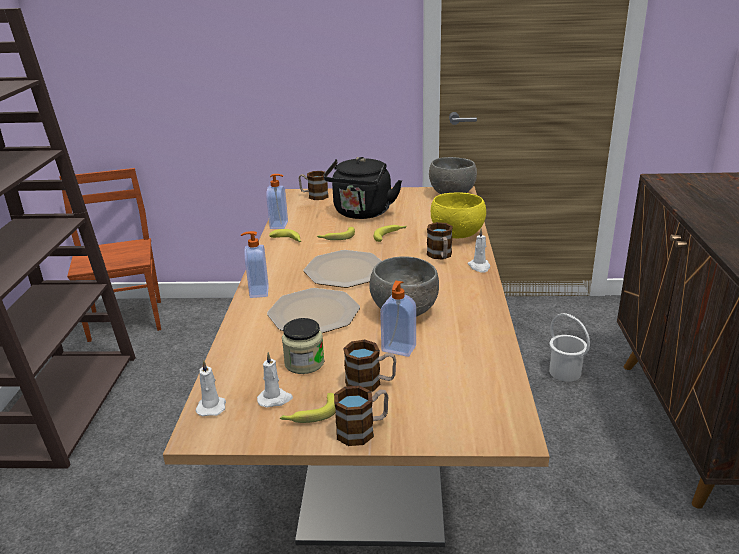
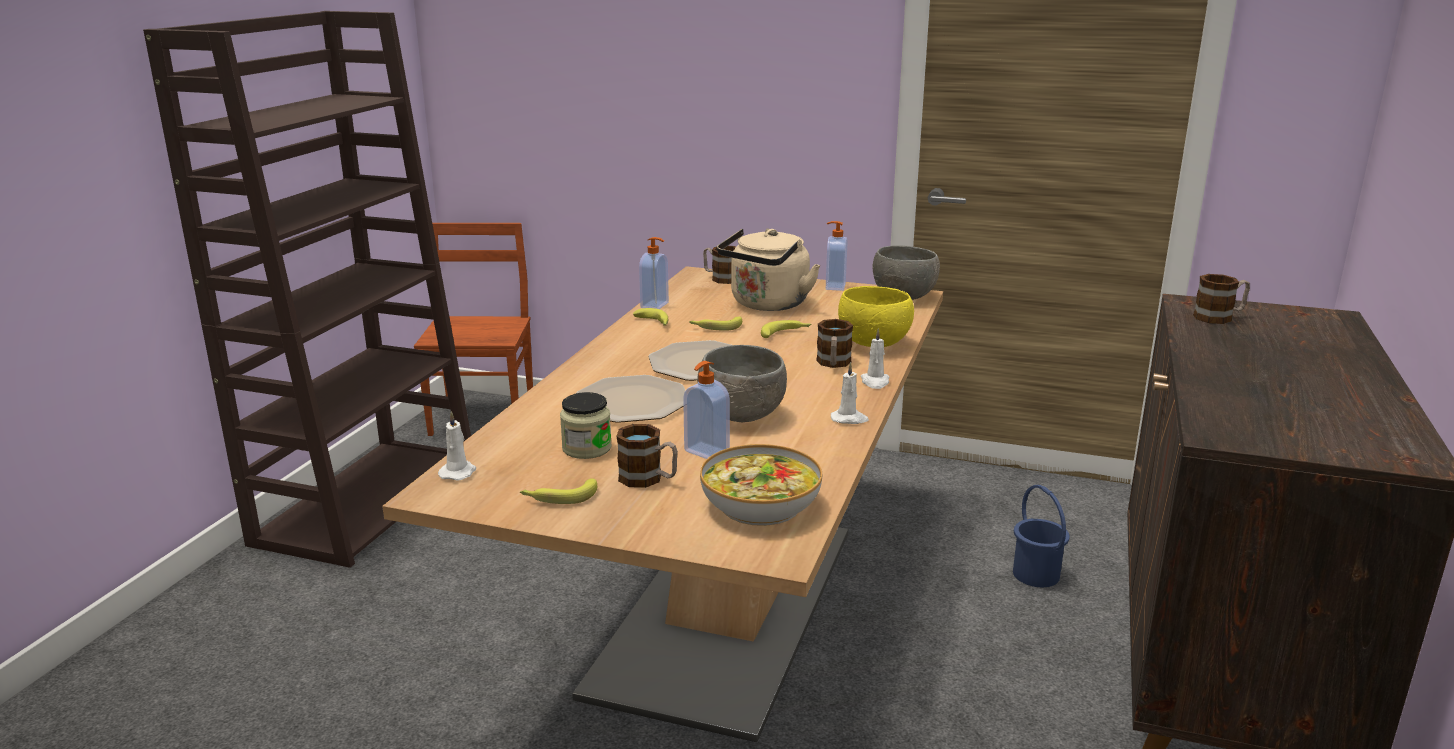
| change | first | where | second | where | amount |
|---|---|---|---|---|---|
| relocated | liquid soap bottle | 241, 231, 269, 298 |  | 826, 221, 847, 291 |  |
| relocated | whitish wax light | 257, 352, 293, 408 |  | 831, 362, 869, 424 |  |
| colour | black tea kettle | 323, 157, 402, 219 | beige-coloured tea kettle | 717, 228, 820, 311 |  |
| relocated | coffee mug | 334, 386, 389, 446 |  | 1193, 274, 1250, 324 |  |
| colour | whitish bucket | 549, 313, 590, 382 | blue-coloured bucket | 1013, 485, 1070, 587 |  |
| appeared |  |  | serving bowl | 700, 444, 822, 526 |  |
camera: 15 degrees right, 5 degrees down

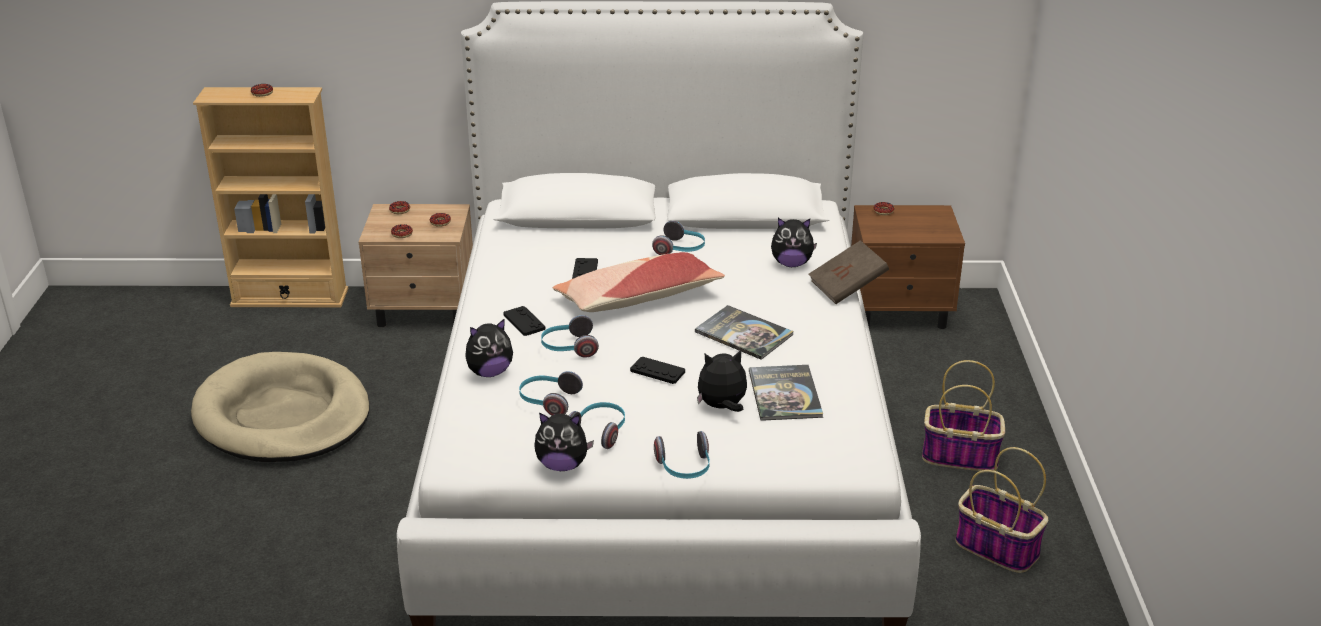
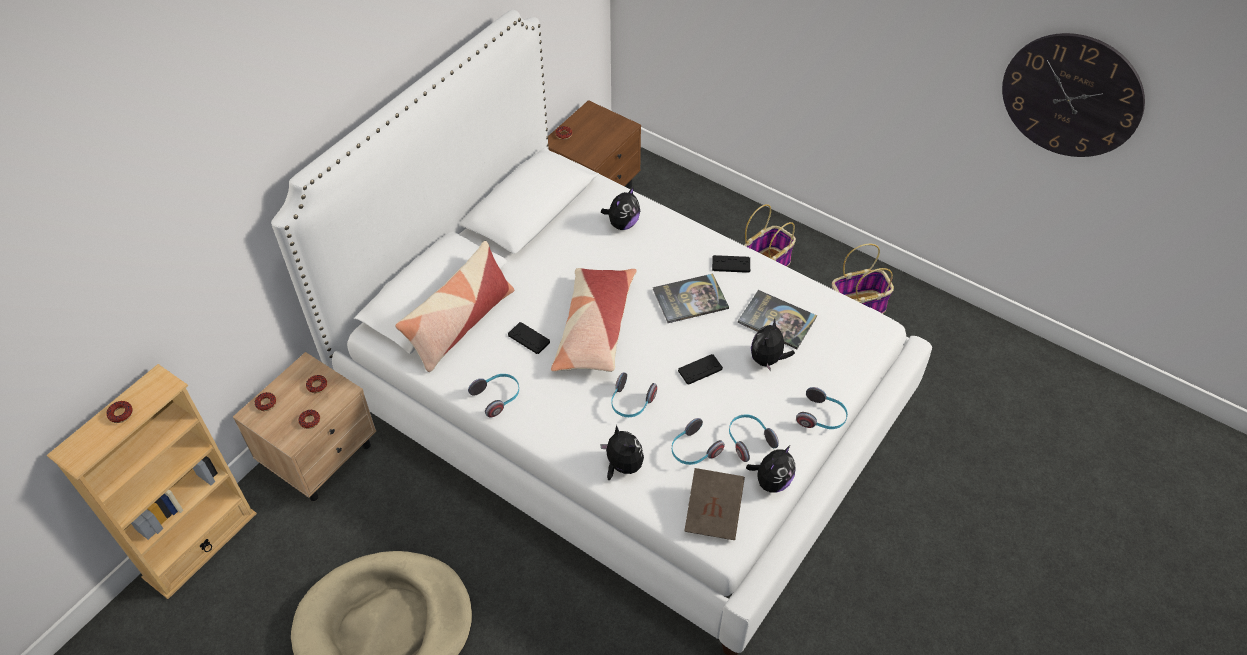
| change | first | where | second | where | amount |
|---|---|---|---|---|---|
| spun | plush toy | 465, 318, 513, 377 |  | 600, 425, 644, 480 | 45 degrees counterclockwise |
| relocated | black joypad | 503, 306, 545, 336 |  | 712, 255, 750, 273 |  |
| relocated | headphones | 652, 221, 705, 255 |  | 468, 374, 519, 417 |  |
| relocated | brown-coloured book | 809, 241, 889, 304 |  | 684, 468, 745, 540 |  |
| appeared |  |  | pillow | 395, 240, 514, 372 |  |
| appeared |  |  | wall clock | 1002, 33, 1145, 157 |  |
camera: 55 degrees left, 20 degrees up

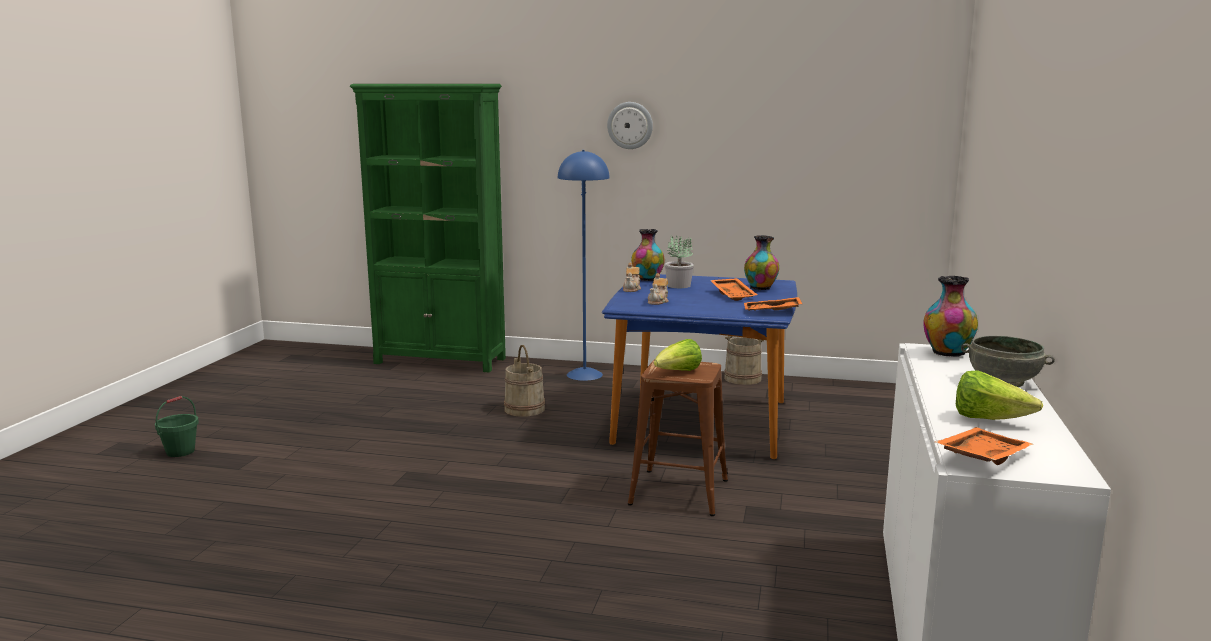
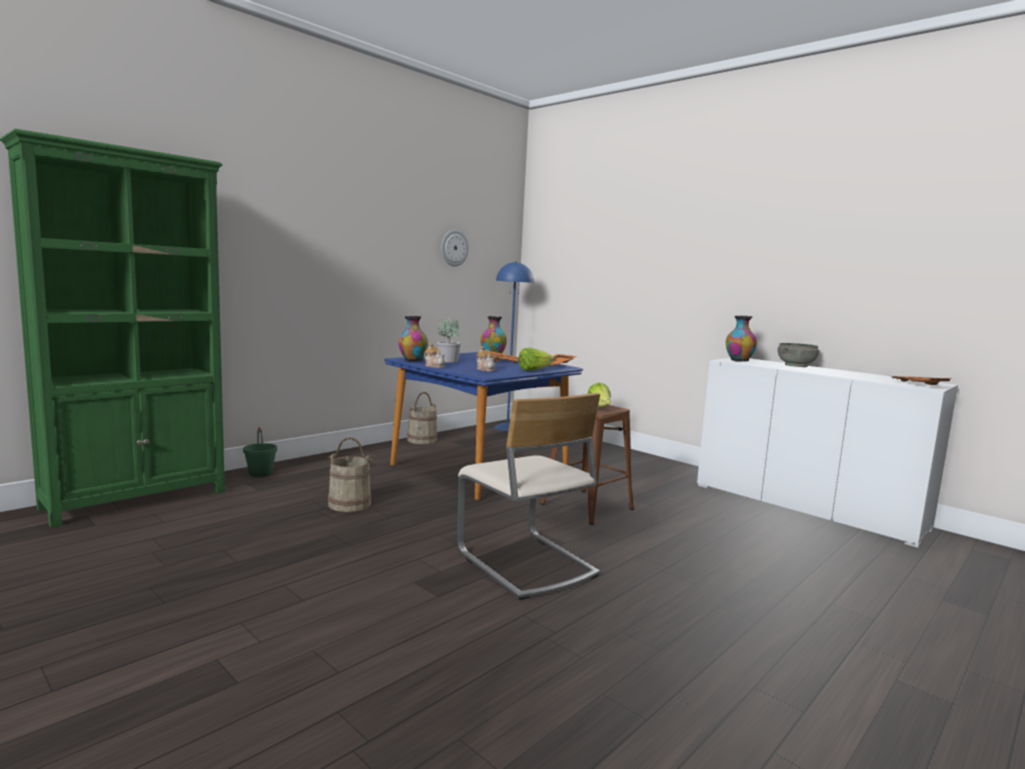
| change | first | where | second | where | amount |
|---|---|---|---|---|---|
| relocated | green-coloured bucket | 155, 396, 199, 457 |  | 243, 427, 277, 477 |  |
| relocated | blue-coloured floor lamp | 558, 150, 610, 381 |  | 494, 261, 534, 431 |  |
| relocated | wall clock | 607, 102, 653, 149 |  | 441, 230, 469, 267 |  |
| relocated | lettuce | 956, 370, 1043, 420 |  | 519, 348, 555, 371 |  |
| appeared |  |  | beige-coloured chair | 457, 393, 600, 600 |  |
camera: 60 degrees left, 5 degrees down

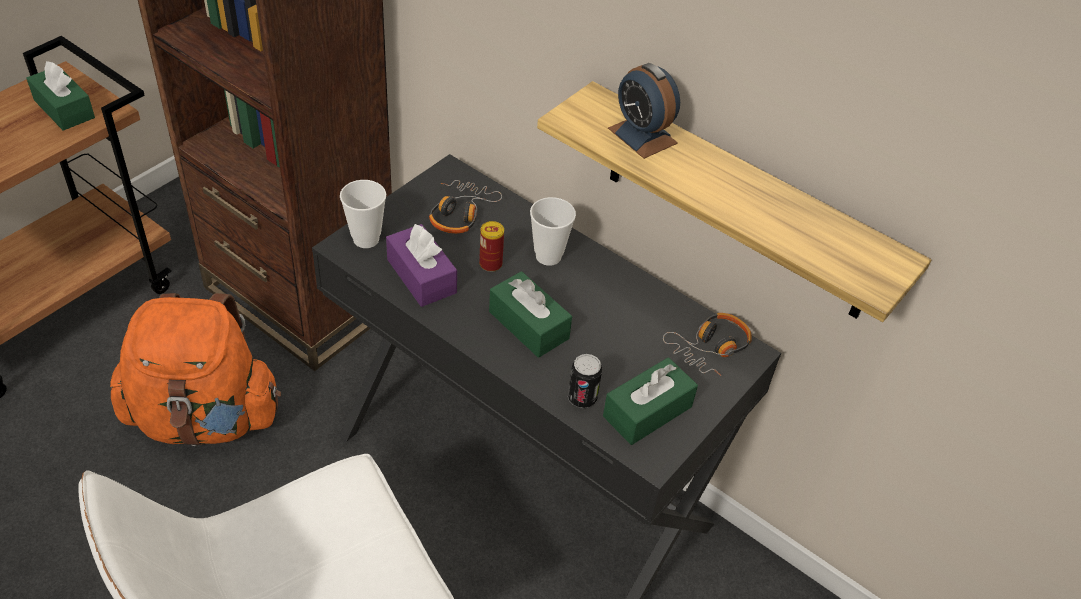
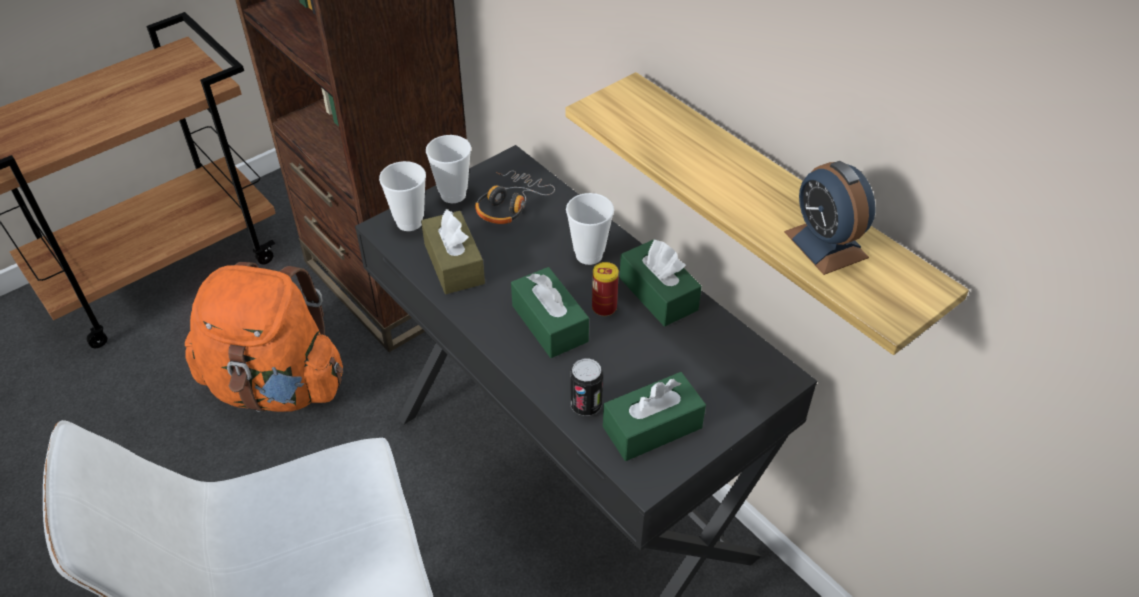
| change | first | where | second | where | amount |
|---|---|---|---|---|---|
| relocated | green-coloured box of tissues | 26, 61, 95, 131 |  | 620, 239, 702, 327 |  |
| colour | purple box of tissues | 386, 224, 457, 307 | brown-coloured box of tissues | 421, 209, 485, 294 |  |
| relocated | sealed can | 479, 221, 504, 272 |  | 592, 262, 619, 316 |  |
| relocated | bedside clock | 608, 63, 680, 159 |  | 784, 161, 876, 275 |  |
| missing | headphones | 663, 313, 752, 376 |  |  |  |
| appeared |  |  | small cup | 426, 135, 471, 203 |  |
camera: 15 degrees right, 0 degrees up

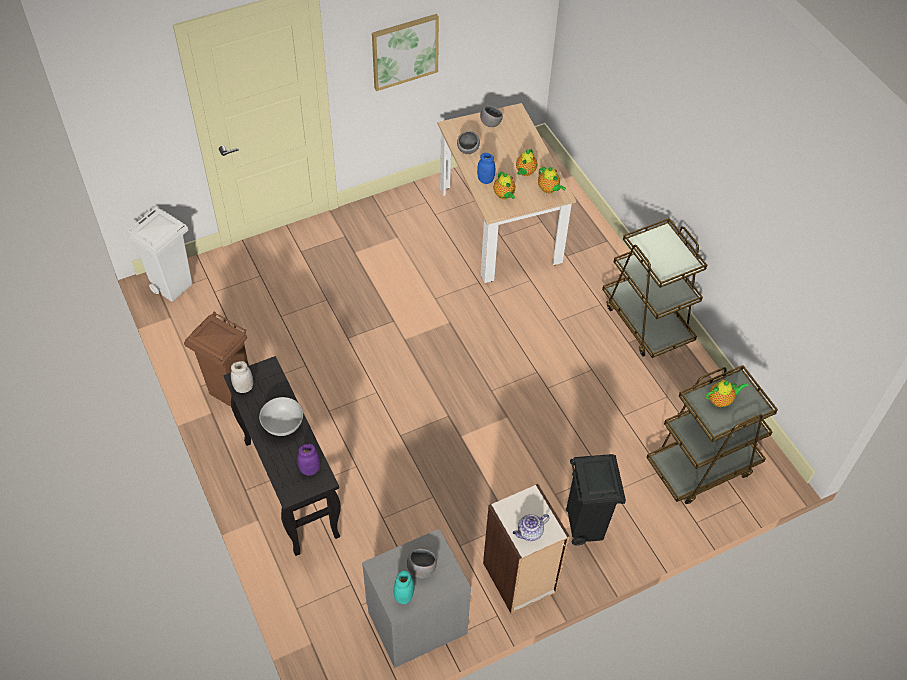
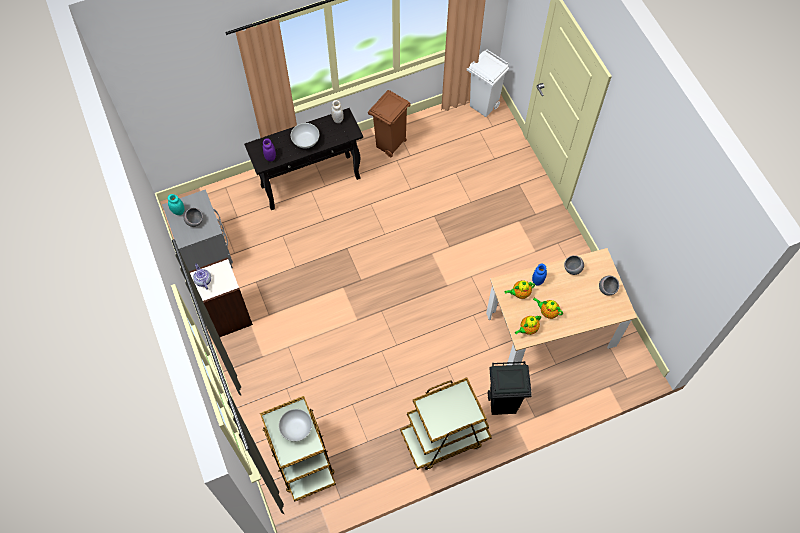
| change | first | where | second | where | amount |
|---|---|---|---|---|---|
| missing | wall art | 372, 14, 439, 91 |  |  |  |
| relocated | black rubbish bin | 566, 454, 626, 546 |  | 488, 361, 532, 415 |  |
| exchanged | pot for tea | 706, 379, 748, 407 | whitish serving bowl | 279, 409, 312, 442 |  |
camera: 95 degrees right, 10 degrees up

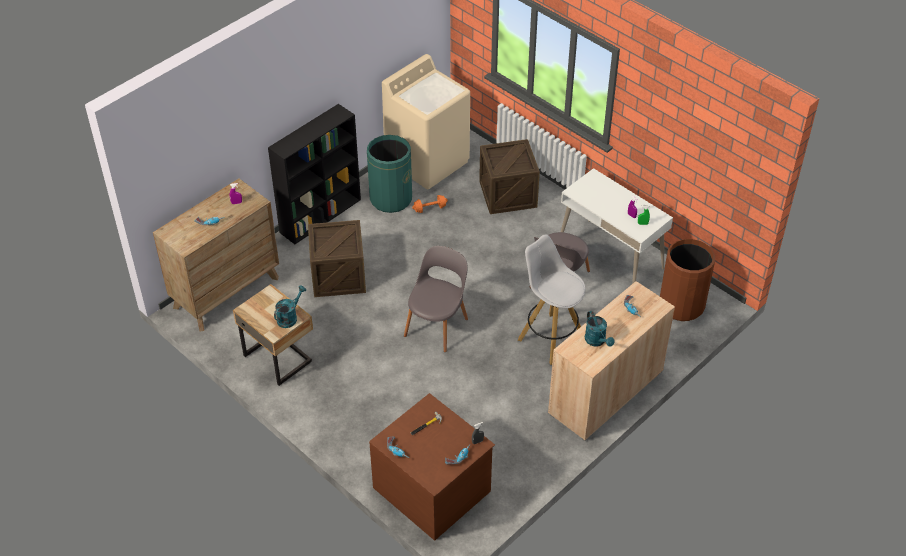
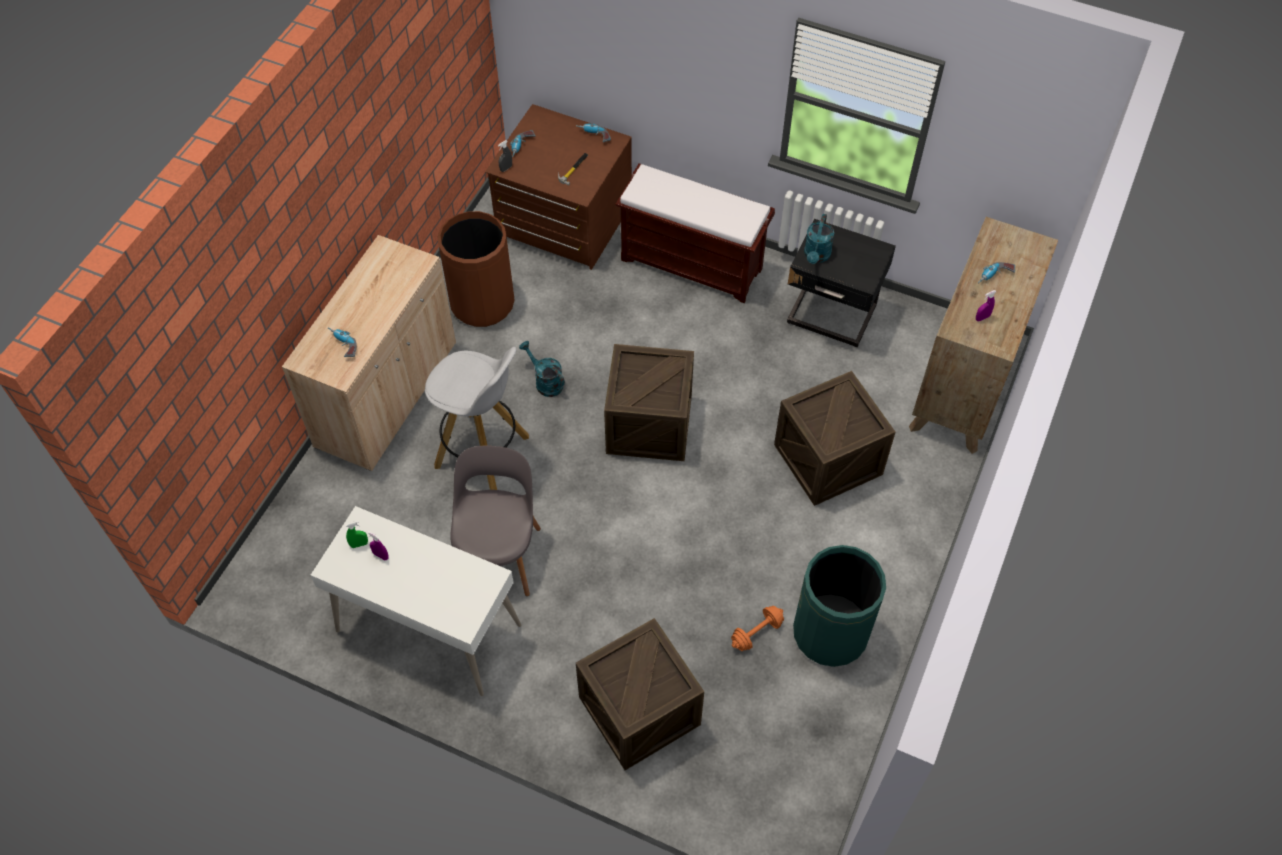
| change | first | where | second | where | amount |
|---|---|---|---|---|---|
| colour | beige-coloured night table | 233, 284, 313, 386 | black night table | 787, 219, 896, 347 |  |
| missing | black shelving unit | 268, 104, 361, 244 |  |  |  |
| missing | beige-coloured laundry appliance | 382, 54, 470, 190 |  |  |  |
| exchanged | greyish chair | 404, 246, 468, 352 | crate | 604, 344, 694, 461 |  |
| relocated | turquoise-coloured watering pot | 585, 311, 615, 346 |  | 519, 341, 565, 397 |  |
| relocated | brown-coloured rubbish bin | 660, 239, 715, 321 |  | 437, 211, 515, 327 |  |
| appeared |  |  | brown-coloured long seat | 615, 163, 775, 303 |  |
camera: 160 degrees right, 10 degrees up

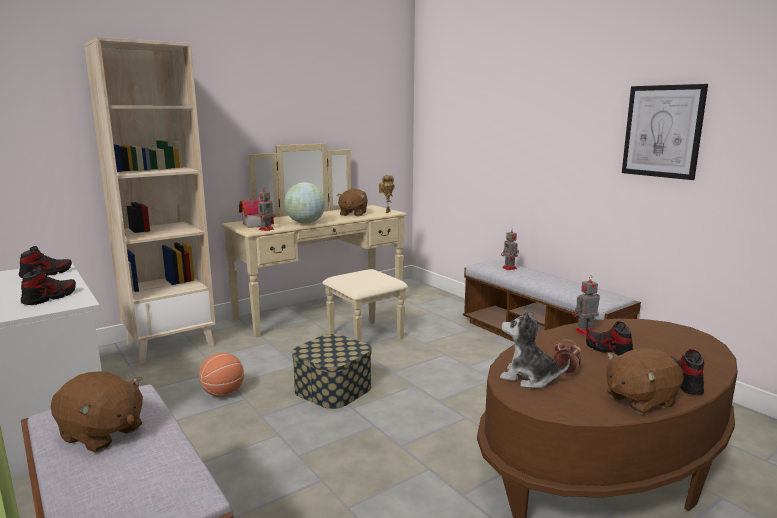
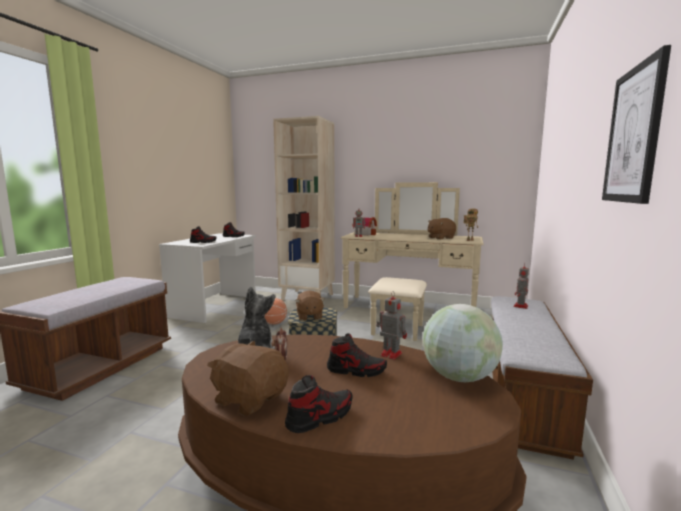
| change | first | where | second | where | amount |
|---|---|---|---|---|---|
| relocated | brown-coloured plush toy | 51, 371, 143, 452 |  | 295, 291, 325, 321 |  |
| relocated | world globe | 285, 182, 326, 224 |  | 423, 304, 503, 382 |  |
| spun | item of footwear | 586, 321, 633, 356 |  | 327, 333, 387, 377 | 75 degrees clockwise |
camera: 55 degrees right, 5 degrees down

